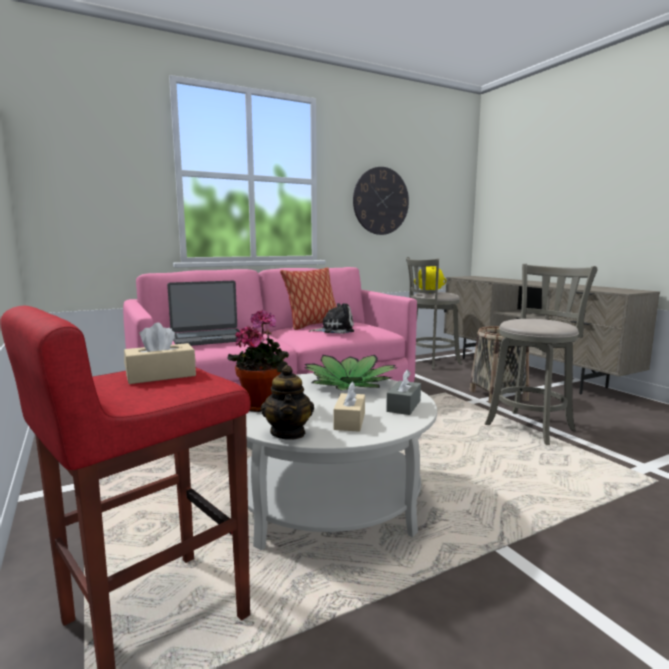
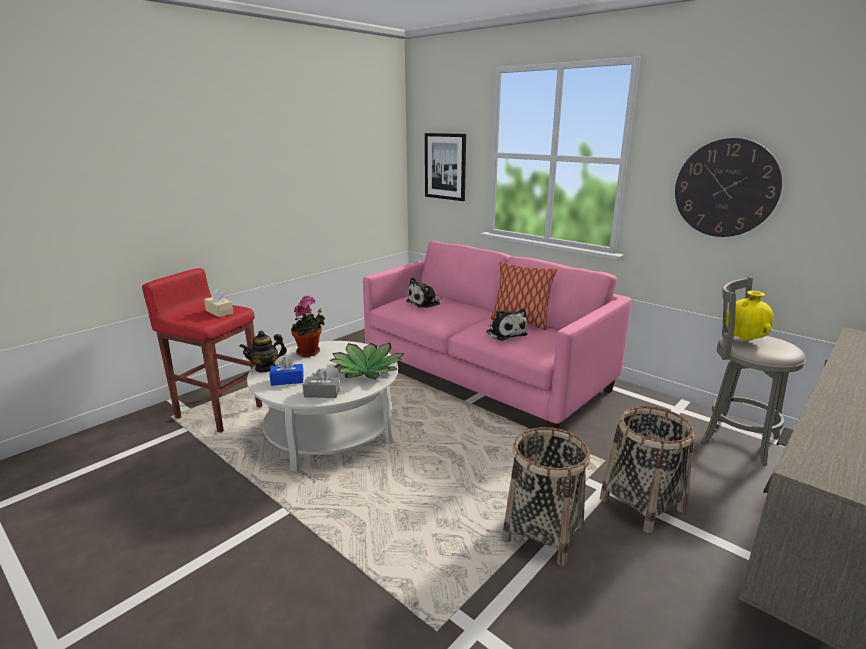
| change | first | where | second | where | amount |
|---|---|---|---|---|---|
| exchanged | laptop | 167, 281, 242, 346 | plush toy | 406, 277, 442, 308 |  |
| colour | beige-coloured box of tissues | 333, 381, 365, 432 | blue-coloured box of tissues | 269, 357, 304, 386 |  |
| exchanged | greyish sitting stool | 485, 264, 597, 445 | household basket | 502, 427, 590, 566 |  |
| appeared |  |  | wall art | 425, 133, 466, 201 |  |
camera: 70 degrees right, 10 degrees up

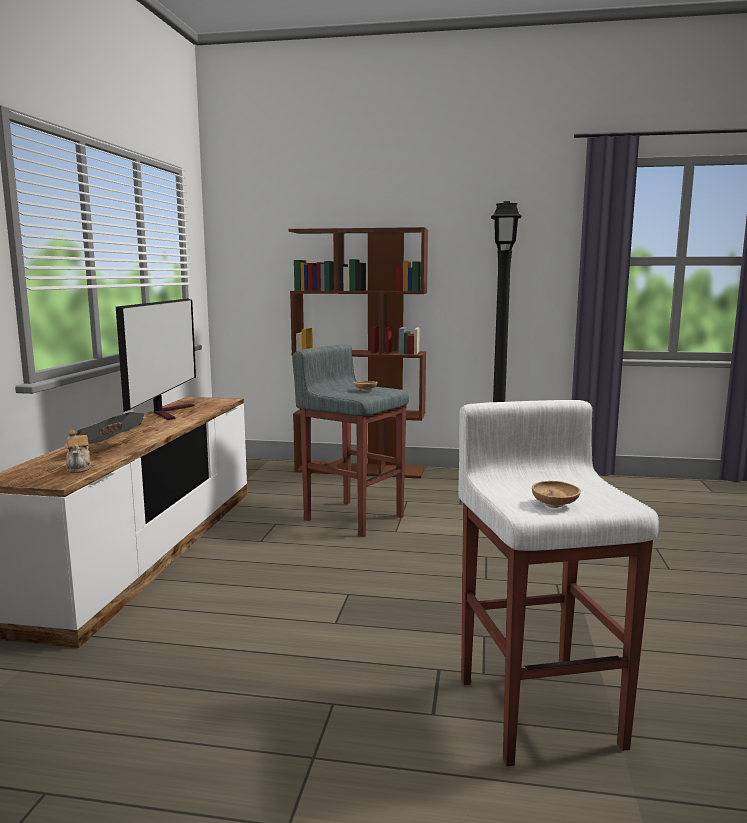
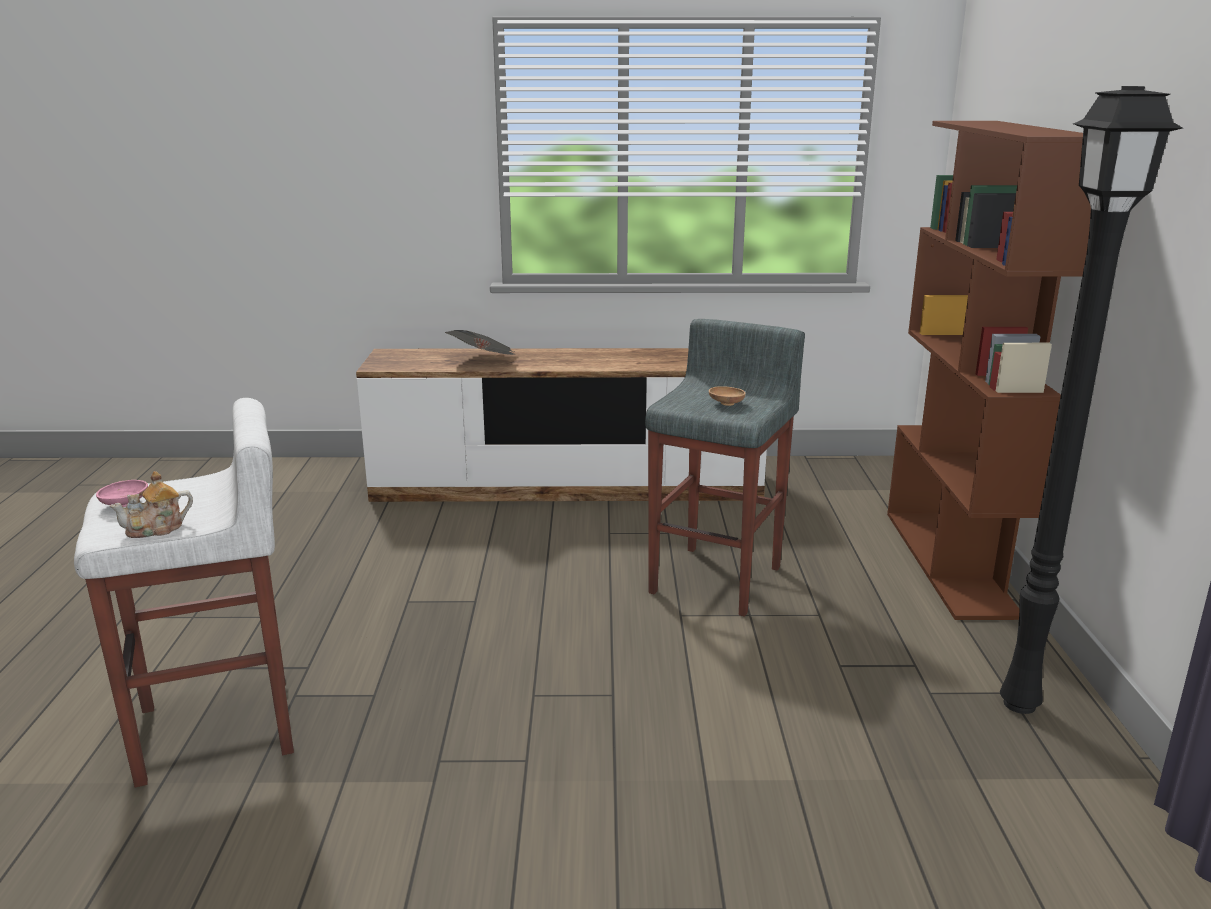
| change | first | where | second | where | amount |
|---|---|---|---|---|---|
| relocated | pot for tea | 66, 430, 93, 473 |  | 110, 471, 193, 538 |  |
| missing | TV | 116, 299, 196, 420 |  |  |  |
| colour | brown-coloured serving bowl | 532, 481, 581, 508 | pink-coloured serving bowl | 96, 480, 148, 507 |  |
camera: 80 degrees right, 10 degrees up

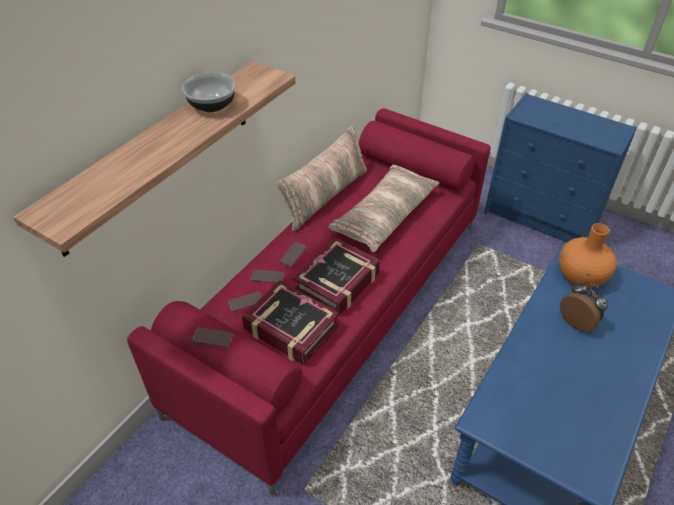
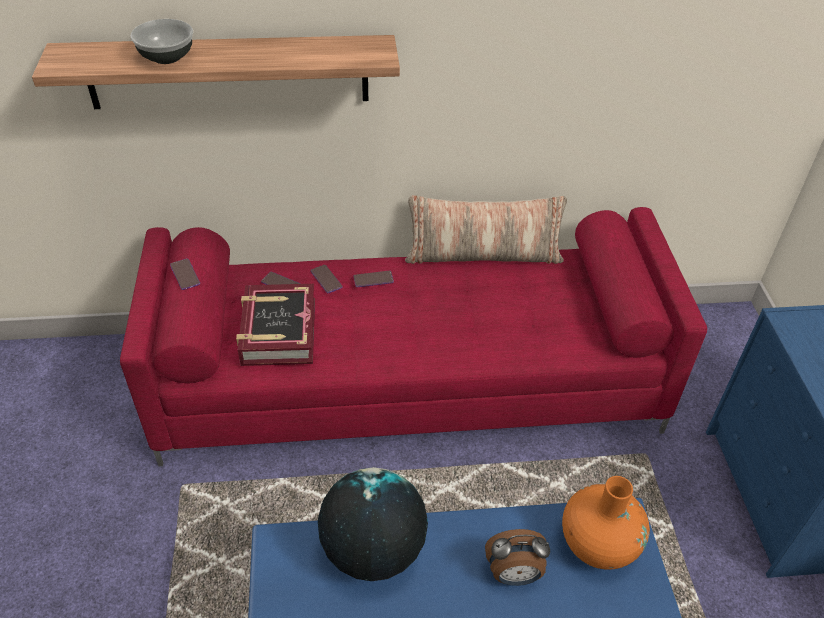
| change | first | where | second | where | amount |
|---|---|---|---|---|---|
| relocated | serving bowl | 182, 72, 236, 112 |  | 131, 19, 193, 64 |  |
| missing | book | 293, 238, 380, 316 |  |  |  |
| missing | pillow | 329, 165, 440, 252 |  |  |  |
| spun | bedside clock | 560, 282, 608, 332 |  | 485, 529, 550, 586 | 75 degrees clockwise |
| appeared |  |  | world globe | 318, 467, 428, 581 |  |
camera: 50 degrees right, 0 degrees up

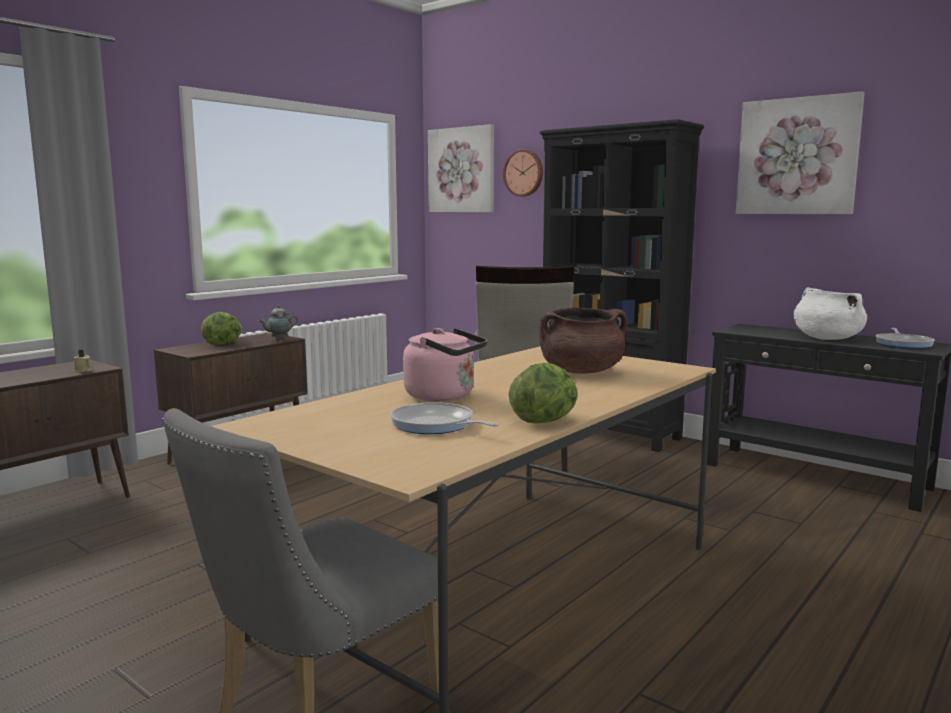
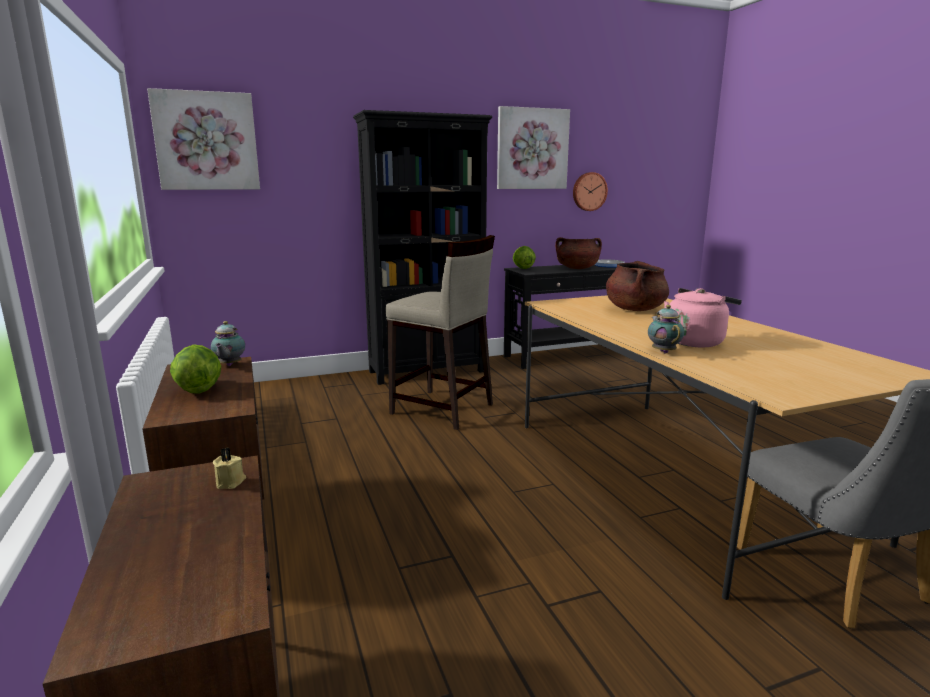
| change | first | where | second | where | amount |
|---|---|---|---|---|---|
| missing | frying pan | 390, 402, 499, 434 |  |  |  |
| relocated | wall clock | 503, 150, 543, 196 |  | 573, 172, 608, 211 |  |
| relocated | lettuce | 508, 363, 578, 423 |  | 513, 246, 536, 269 |  |
| colour | whitish stockpot | 793, 287, 867, 340 | brown-coloured stockpot | 555, 237, 602, 269 |  |
| appeared |  |  | pot for tea | 648, 305, 684, 354 |  |
camera: 60 degrees left, 5 degrees up

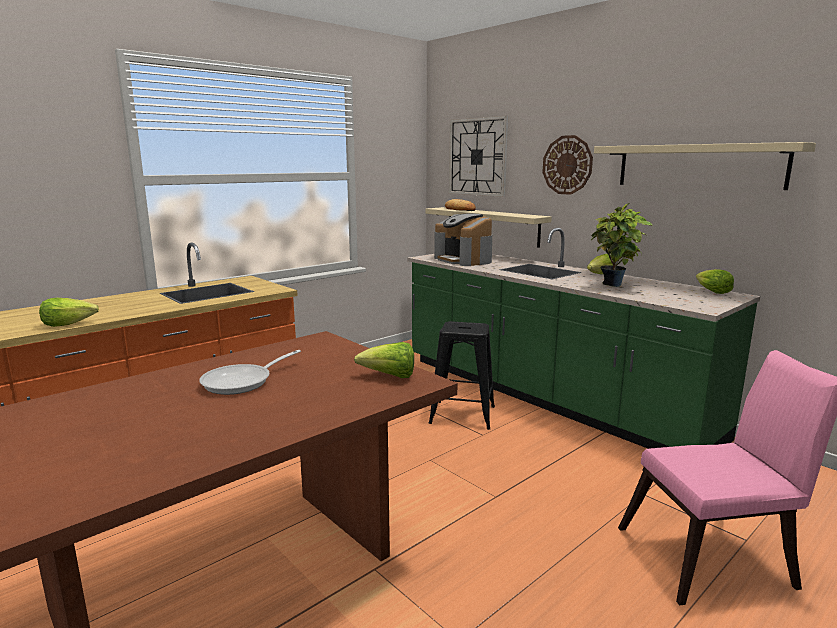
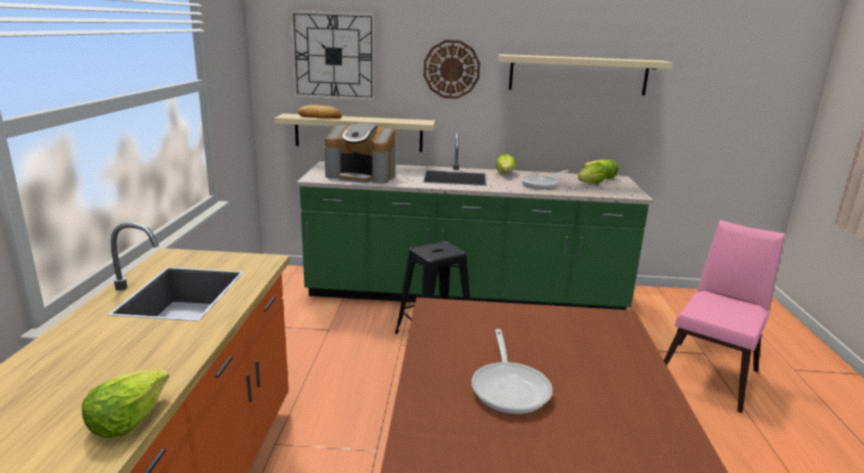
| change | first | where | second | where | amount |
|---|---|---|---|---|---|
| relocated | lettuce | 354, 342, 414, 378 |  | 578, 162, 607, 184 |  |
| exchanged | houseplant | 591, 203, 653, 287 | frying pan | 520, 170, 569, 189 |  |
camera: 45 degrees left, 5 degrees up

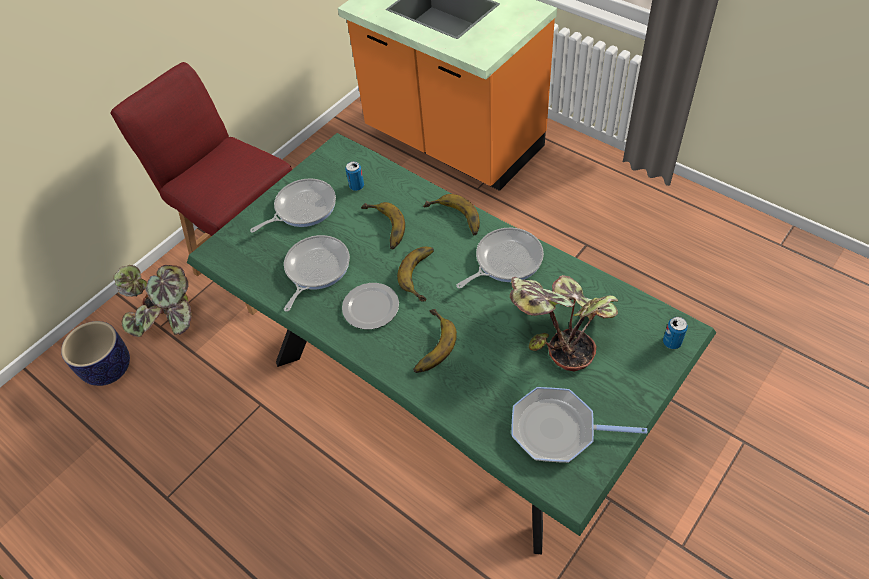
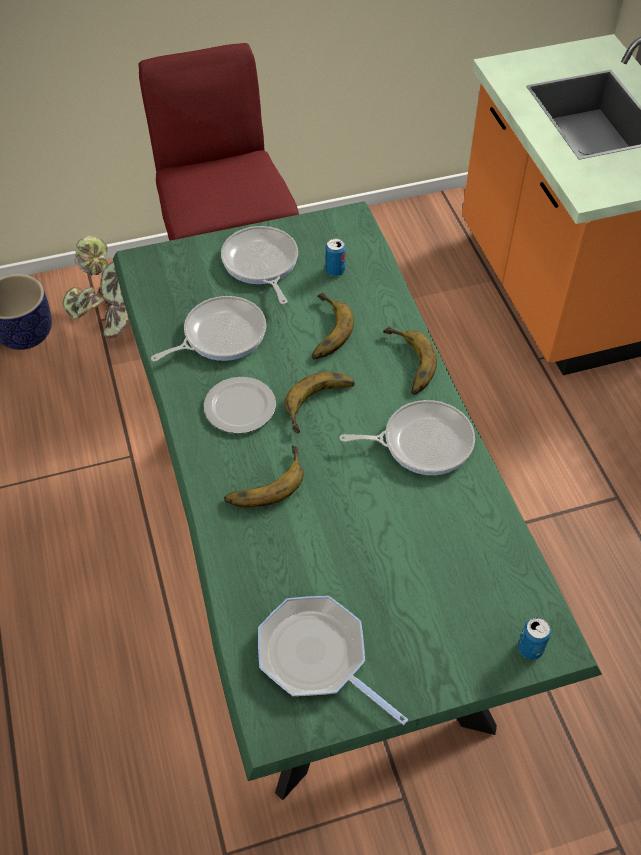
| change | first | where | second | where | amount |
|---|---|---|---|---|---|
| spun | frying pan | 250, 178, 336, 232 |  | 221, 226, 298, 304 | 105 degrees counterclockwise |
| missing | houseplant | 510, 275, 618, 372 |  |  |  |
camera: 30 degrees right, 0 degrees up

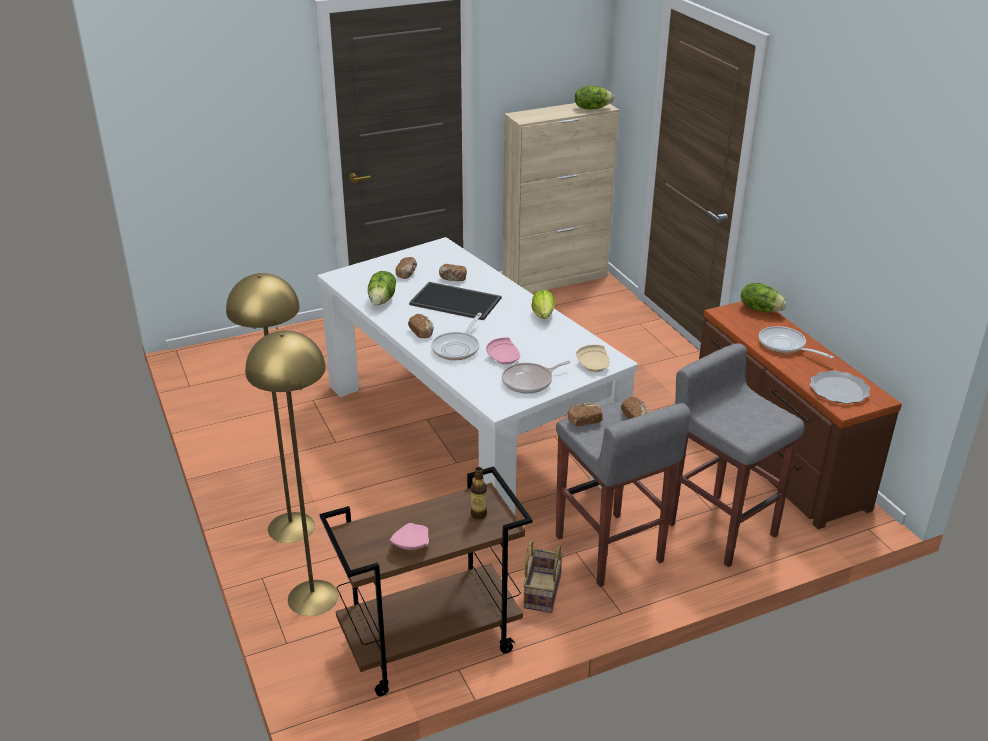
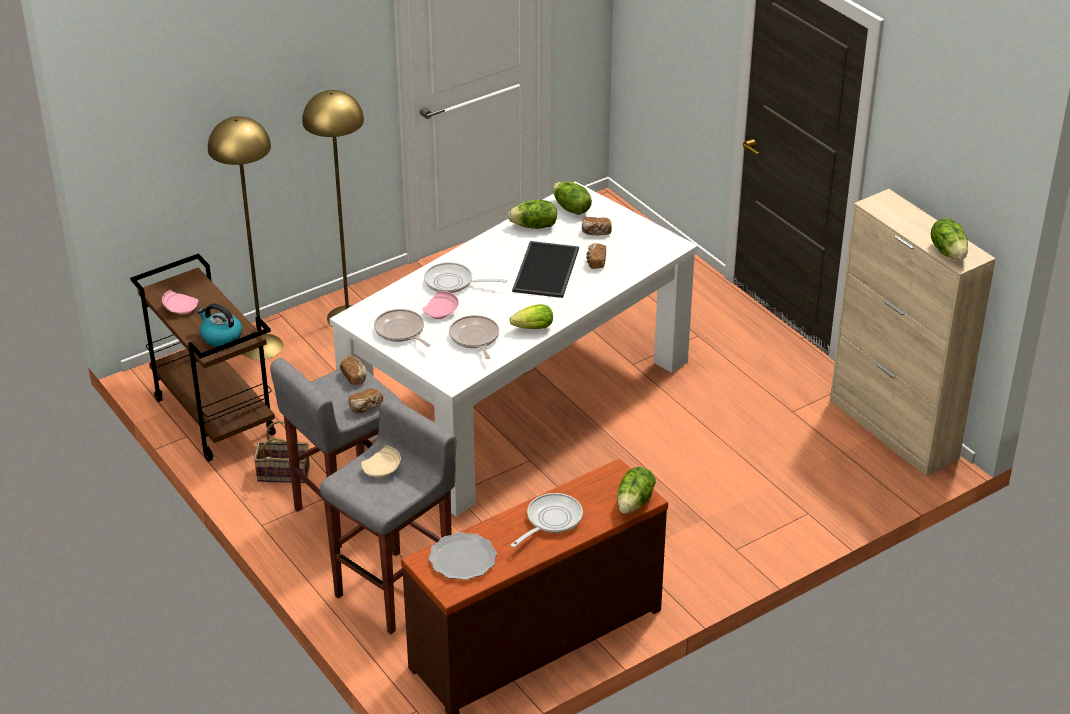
| change | first | where | second | where | amount |
|---|---|---|---|---|---|
| missing | bread | 408, 314, 434, 338 |  |  |  |
| exchanged | beverage bottle | 471, 467, 487, 519 | tea kettle | 198, 303, 242, 347 |  |
| relocated | beige-coloured plate | 576, 345, 609, 372 |  | 361, 445, 401, 478 |  |
| appeared |  |  | frying pan | 449, 315, 499, 359 |  |
| appeared |  |  | lettuce | 552, 181, 592, 215 |  |
camera: 80 degrees right, 5 degrees up

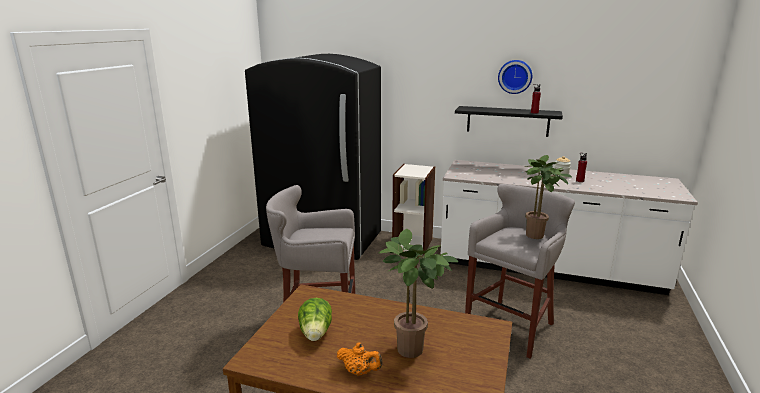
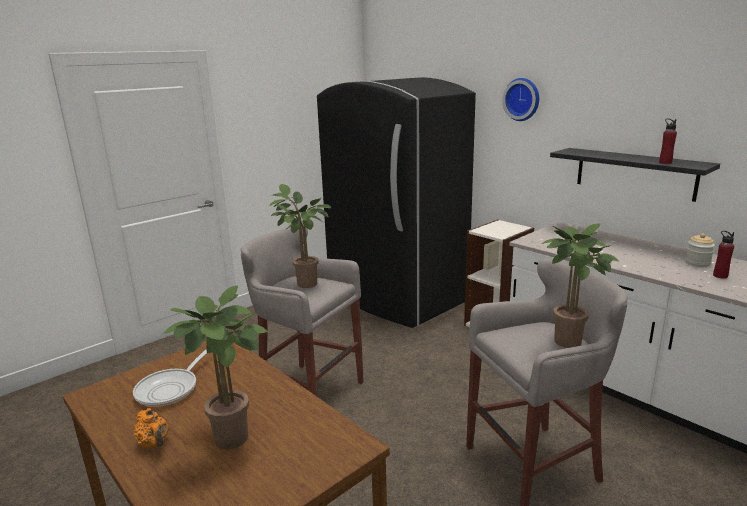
| change | first | where | second | where | amount |
|---|---|---|---|---|---|
| exchanged | lettuce | 298, 298, 332, 341 | frying pan | 133, 350, 207, 407 |  |
| relocated | wall clock | 498, 60, 532, 94 |  | 502, 78, 539, 121 |  |
| appeared |  |  | houseplant | 270, 184, 331, 288 |  |
camera: 30 degrees right, 0 degrees up

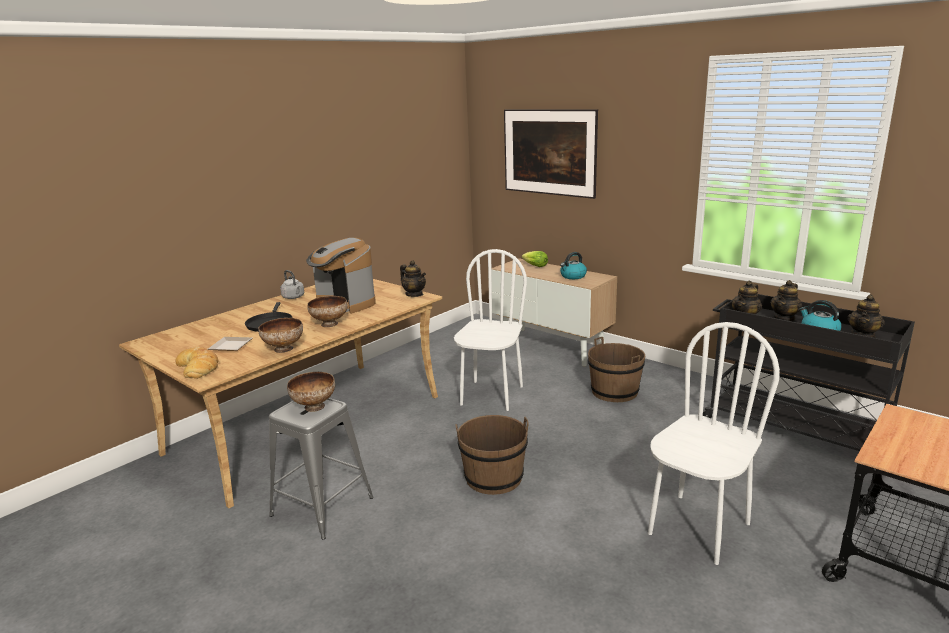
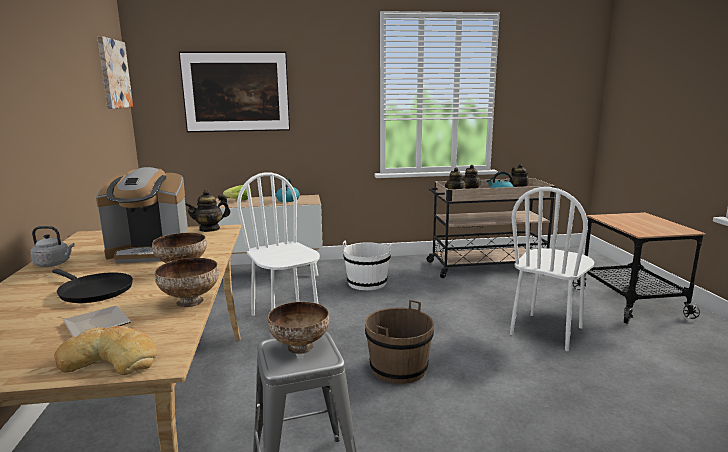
| change | first | where | second | where | amount |
|---|---|---|---|---|---|
| spun | pot for tea | 400, 260, 426, 297 |  | 185, 189, 230, 232 | 150 degrees clockwise |
| colour | brown-coloured bucket | 588, 337, 645, 402 | whitish bucket | 343, 241, 392, 290 |  |
| spun | whitish chair | 648, 322, 780, 565 |  | 510, 187, 595, 351 | 135 degrees counterclockwise |
| colour | black trolley | 703, 294, 915, 451 | beige-coloured trolley | 427, 178, 555, 278 |  |
| appeared |  |  | wall art | 97, 36, 133, 109 |  |
camera: 50 degrees left, 5 degrees down

